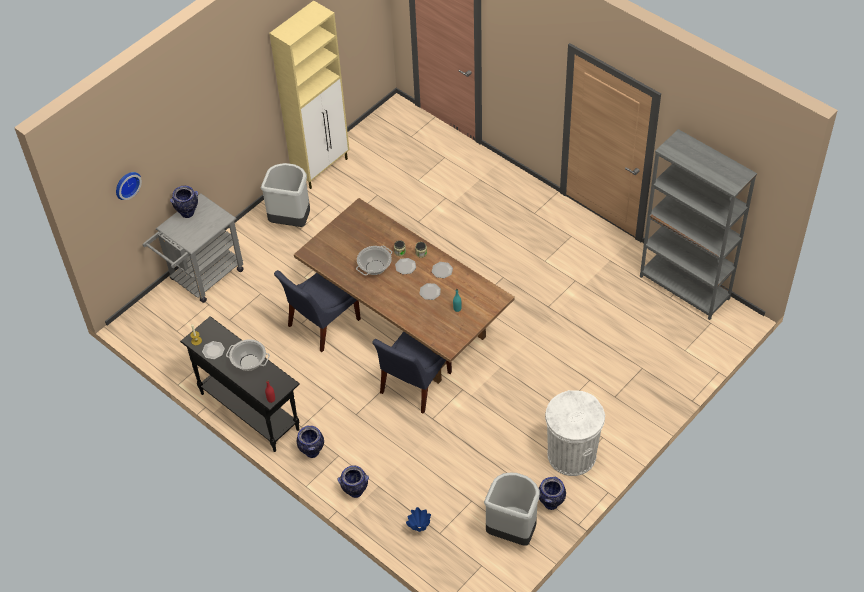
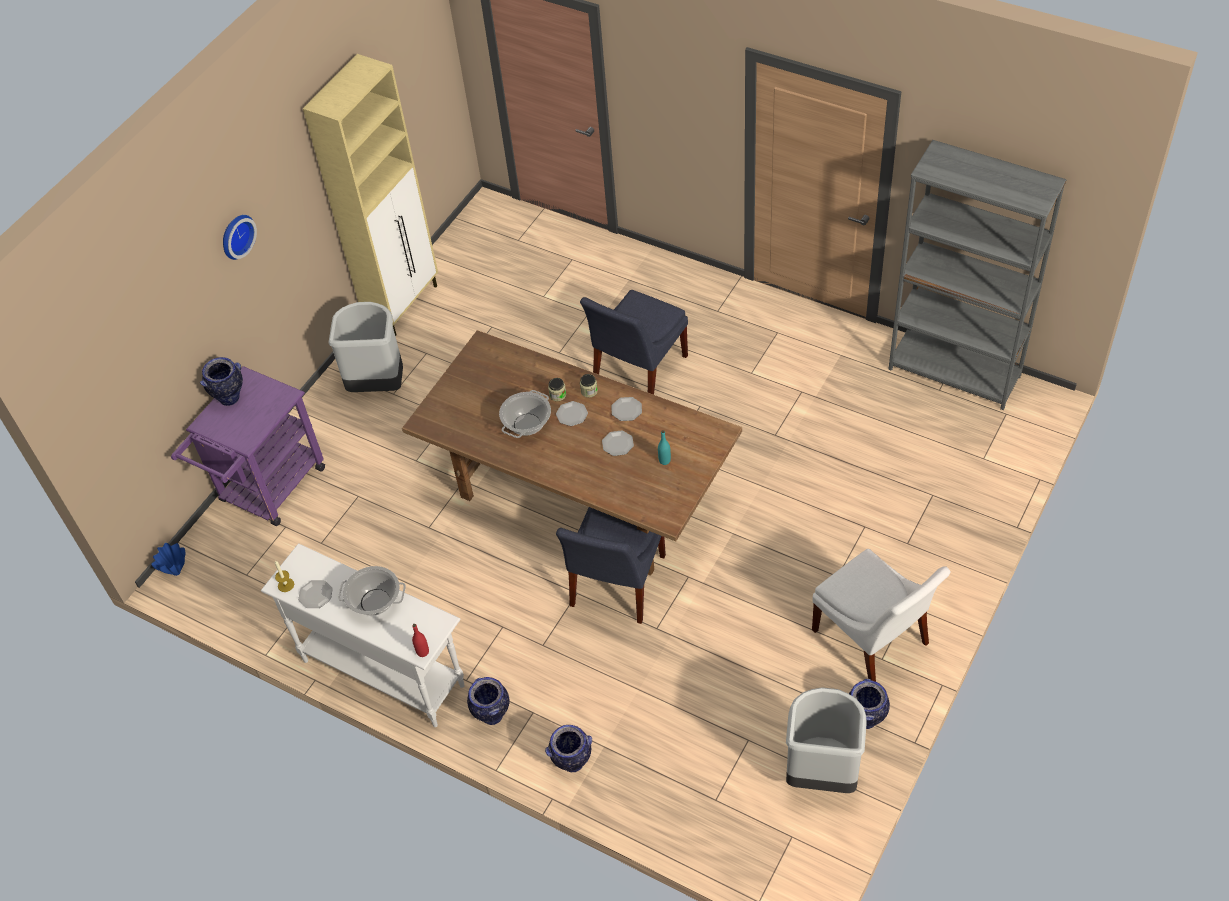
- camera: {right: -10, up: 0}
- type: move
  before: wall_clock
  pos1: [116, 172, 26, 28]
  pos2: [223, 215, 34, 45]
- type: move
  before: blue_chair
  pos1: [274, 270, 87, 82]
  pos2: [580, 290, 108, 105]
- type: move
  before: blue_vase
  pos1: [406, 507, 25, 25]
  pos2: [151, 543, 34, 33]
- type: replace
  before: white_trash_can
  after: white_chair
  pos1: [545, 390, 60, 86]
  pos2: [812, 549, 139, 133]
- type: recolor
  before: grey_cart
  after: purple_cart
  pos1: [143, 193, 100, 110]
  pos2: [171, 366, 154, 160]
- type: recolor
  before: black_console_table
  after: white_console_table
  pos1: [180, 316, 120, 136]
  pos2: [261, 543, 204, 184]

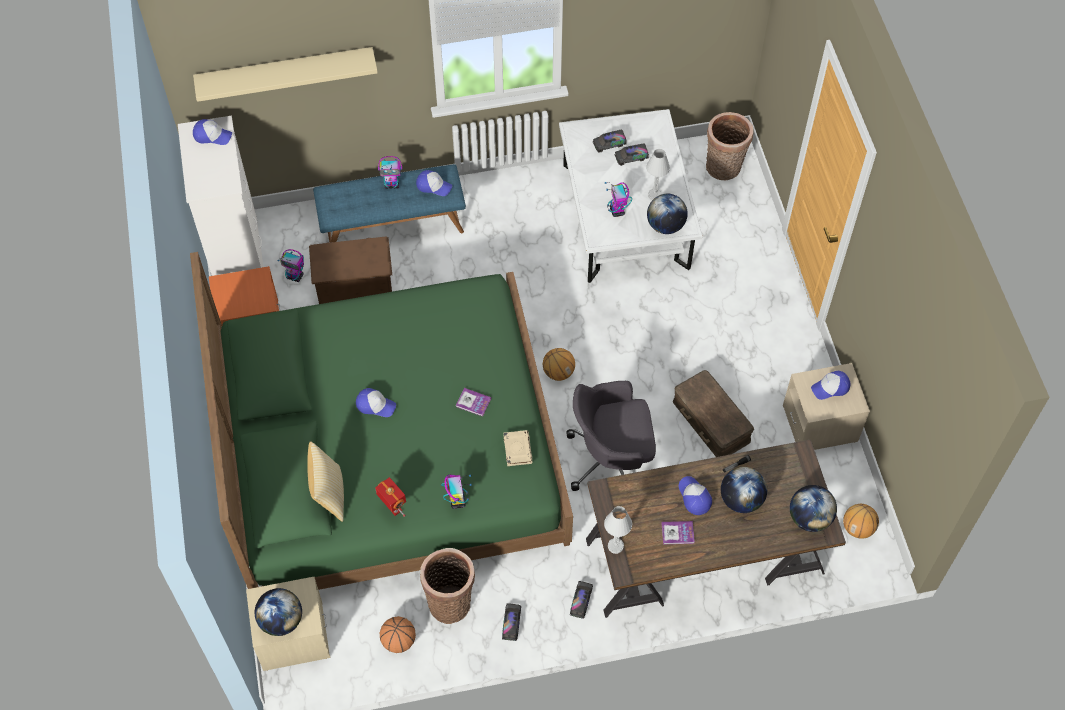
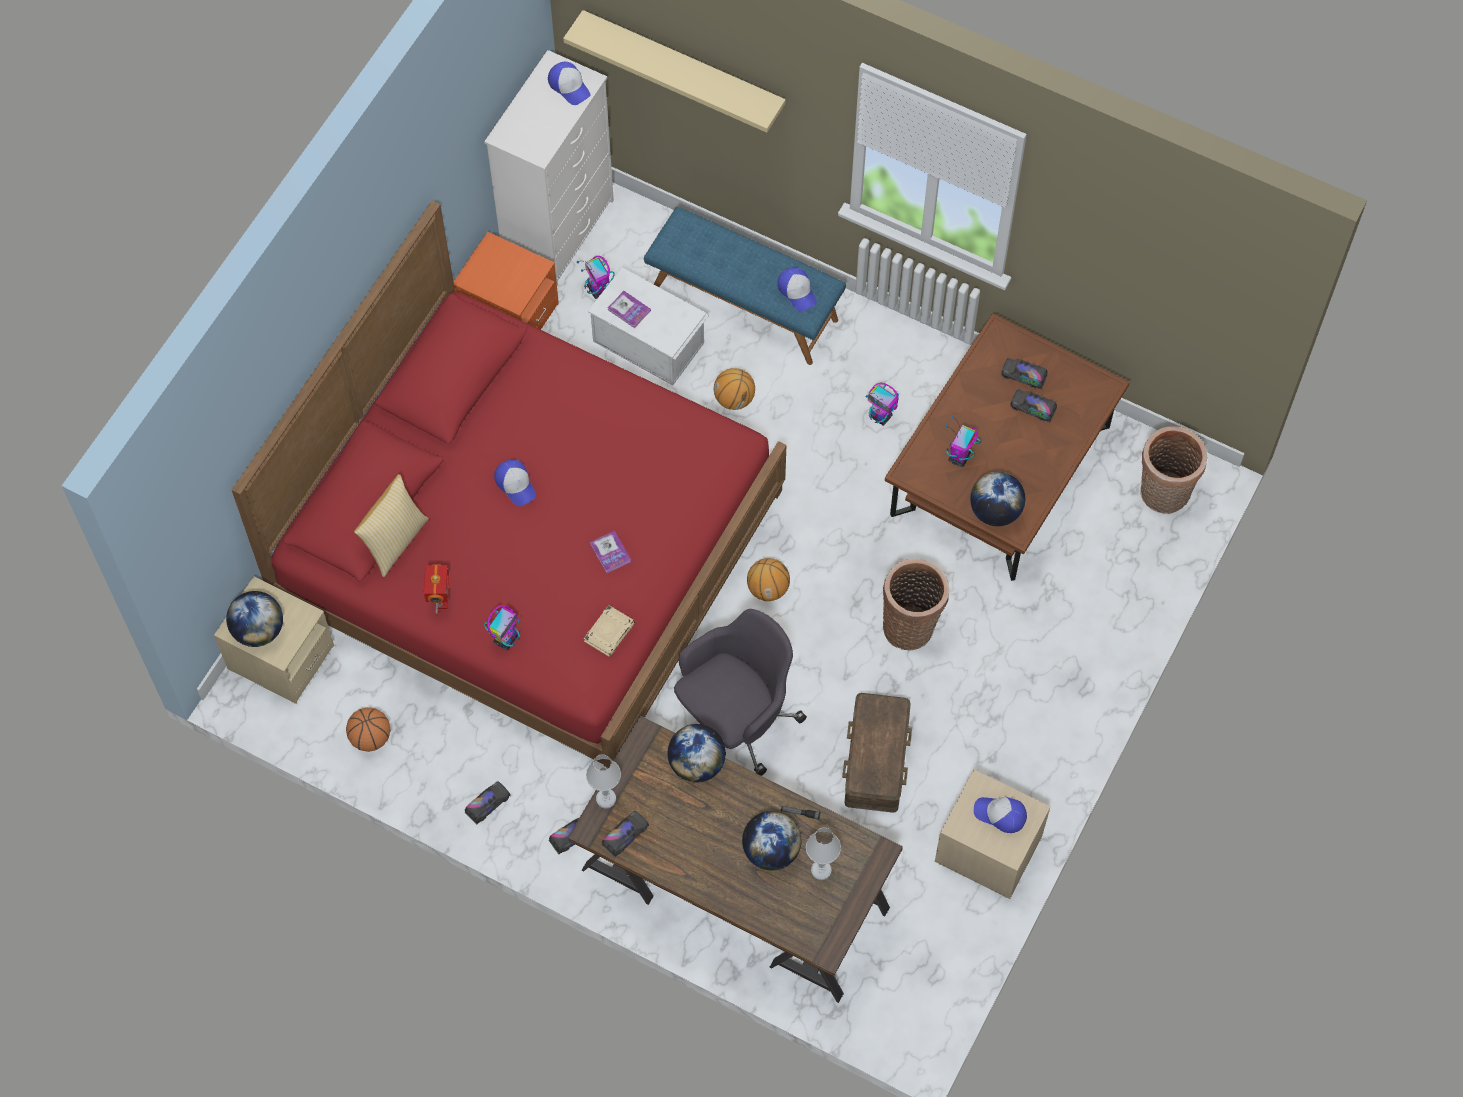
- camera: {right: 40, up: 5}
- type: delete
  before: cap
  pos1: [679, 476, 33, 39]
- type: insert
  after: toy_truck
  pos2: [602, 811, 47, 46]
- type: move
  before: toy_robot
  pos1: [378, 156, 25, 33]
  pos2: [866, 383, 33, 43]
- type: move
  before: basket
  pos1: [420, 548, 55, 76]
  pos2: [883, 559, 66, 91]
- type: move
  before: white_table_lamp
  pos1: [646, 149, 24, 51]
  pos2: [806, 828, 35, 52]
- type: move
  before: book
  pos1: [661, 521, 34, 23]
  pos2: [608, 291, 43, 37]
- type: move
  before: globe
  pos1: [790, 485, 47, 47]
  pos2: [668, 724, 58, 59]
- type: move
  before: basketball
  pos1: [843, 504, 36, 35]
  pos2: [714, 368, 41, 42]
- type: recolor
  before: green_bed
  after: red_bed
  pos1: [190, 252, 383, 338]
  pos2: [232, 201, 555, 568]
- type: recolor
  before: brown_storage_box
  after: white_storage_box
  pos1: [309, 236, 83, 68]
  pos2: [587, 268, 122, 117]
- type: recolor
  before: white_coffee_table
  after: brown_coffee_table
  pos1: [559, 109, 143, 174]
  pos2: [885, 313, 245, 268]
- type: rotate
  before: grey_office_chair
  pos1: [566, 381, 90, 110]
  pos2: [674, 609, 133, 167]
  turn: 105

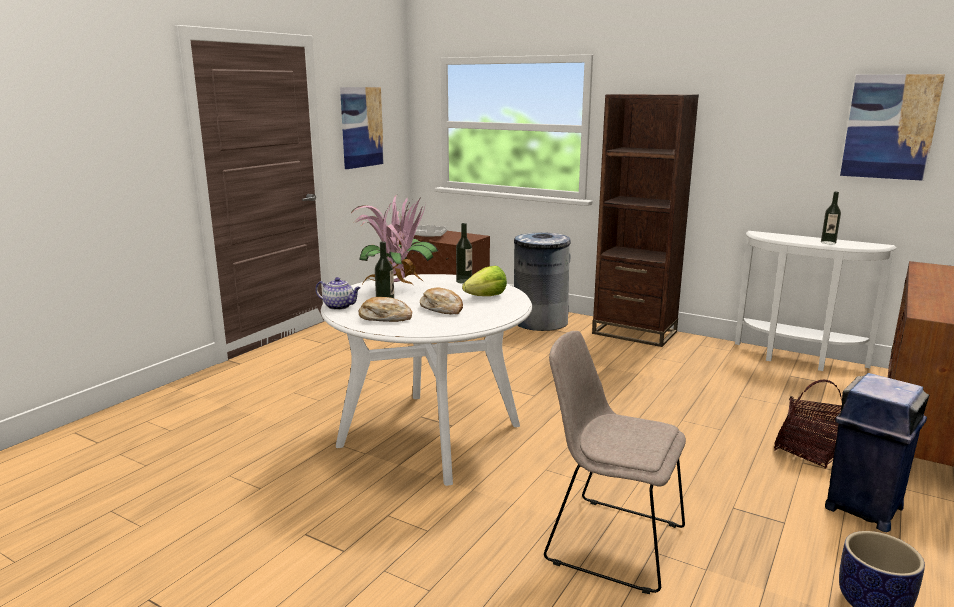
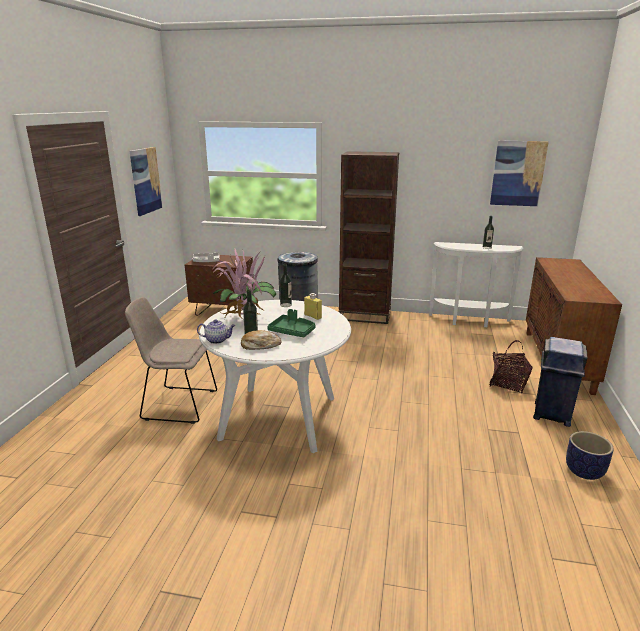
- camera: {right: -20, up: 5}
- type: move
  before: beige_chair
  pos1: [544, 331, 142, 263]
  pos2: [125, 297, 92, 127]
- type: replace
  before: bread
  after: green_tray
  pos1: [420, 288, 43, 26]
  pos2: [267, 309, 48, 28]
- type: replace
  before: lettuce
  after: yellow_bottle
  pos1: [462, 266, 45, 30]
  pos2: [304, 293, 18, 27]

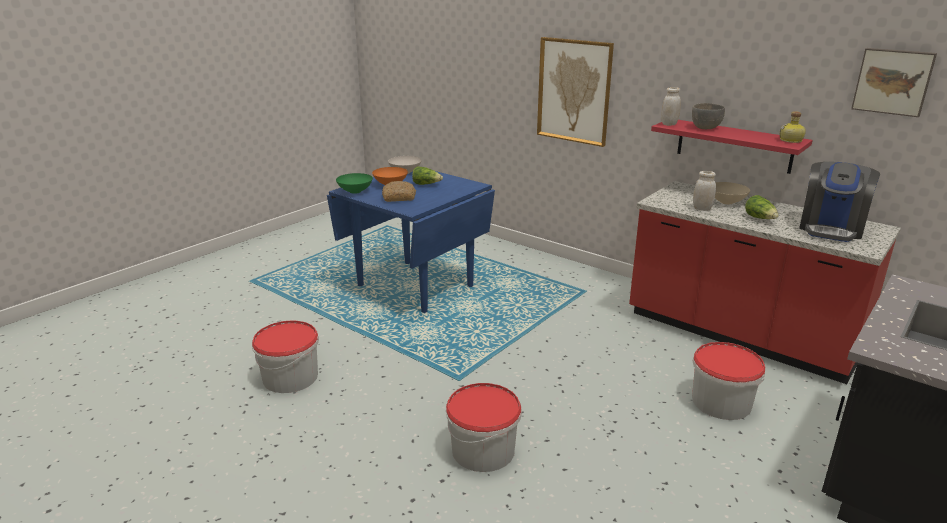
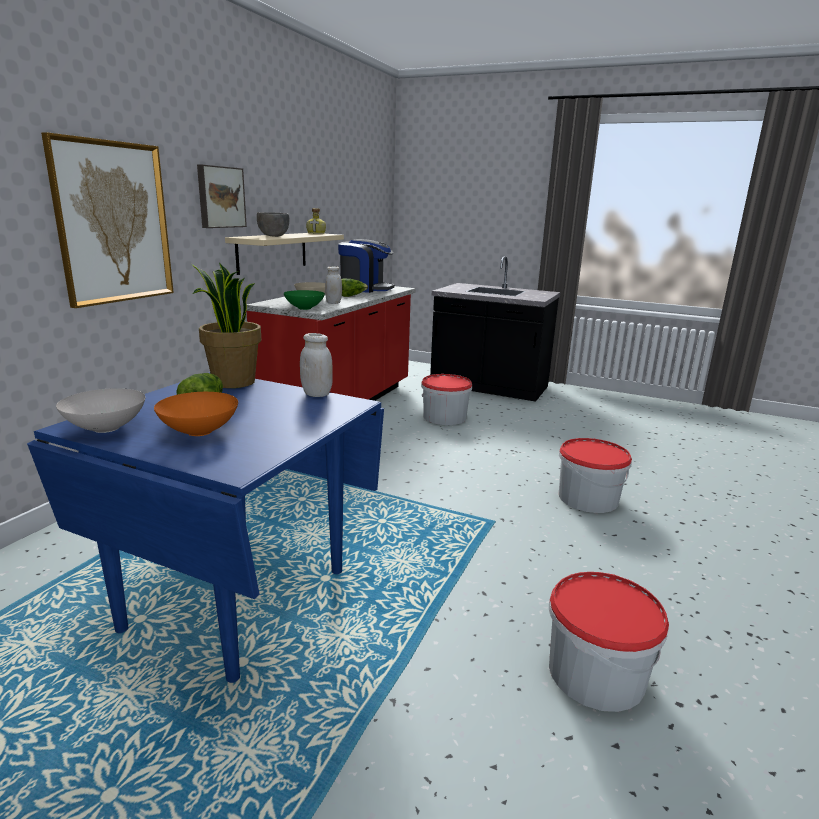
- camera: {right: -105, up: -5}
- type: delete
  before: bread
  pos1: [382, 181, 34, 21]
- type: insert
  after: potted_plant
  pos2: [192, 262, 69, 126]
- type: move
  before: green_bowl
  pos1: [336, 173, 37, 21]
  pos2: [284, 290, 41, 20]
- type: move
  before: white_jar
  pos1: [661, 87, 20, 39]
  pos2: [300, 333, 33, 64]
- type: move
  before: picture
  pos1: [851, 48, 86, 69]
  pos2: [197, 164, 50, 64]
- type: recolor
  before: red_shelf
  after: beige_shelf
  pos1: [651, 120, 162, 54]
  pos2: [225, 233, 119, 42]

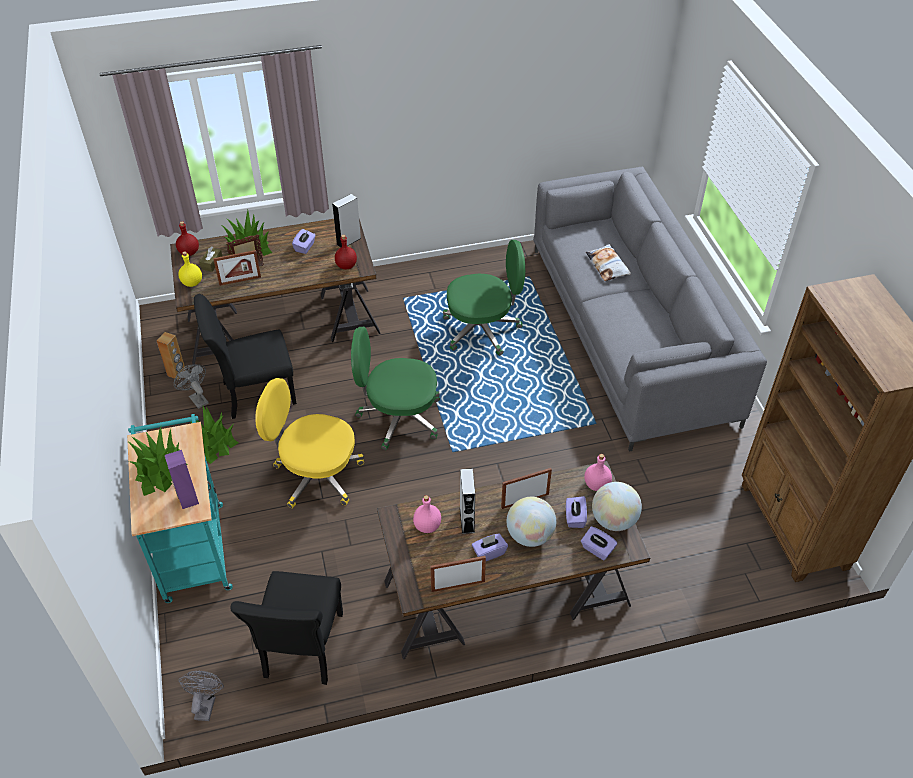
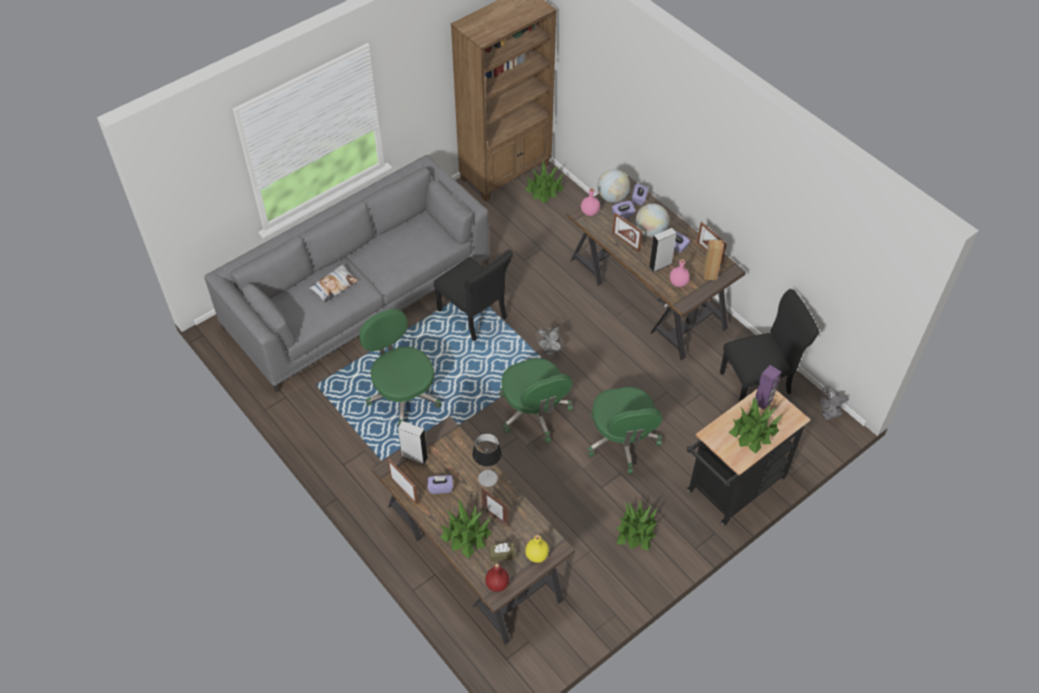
- camera: {right: -115, up: 5}
- type: delete
  before: red_bottle
  pos1: [335, 235, 22, 34]
- type: insert
  after: table_lamp
  pos2: [472, 433, 30, 54]
- type: insert
  after: potted_plant
  pos2: [525, 161, 39, 42]
- type: move
  before: brown_speaker
  pos1: [156, 332, 30, 48]
  pos2: [703, 240, 20, 40]
- type: move
  before: grey_fan
  pos1: [174, 364, 35, 45]
  pos2: [536, 327, 27, 30]
- type: move
  before: black_chair
  pos1: [194, 294, 103, 125]
  pos2: [434, 250, 79, 91]
- type: move
  before: picture_frame
  pos1: [213, 250, 48, 36]
  pos2: [387, 459, 31, 45]
- type: recolor
  before: turquoise_cart
  after: black_cart
  pos1: [127, 414, 106, 189]
  pos2: [687, 388, 124, 137]
- type: recolor
  before: yellow_office_chair
  after: green_office_chair
  pos1: [255, 378, 109, 130]
  pos2: [587, 387, 75, 87]

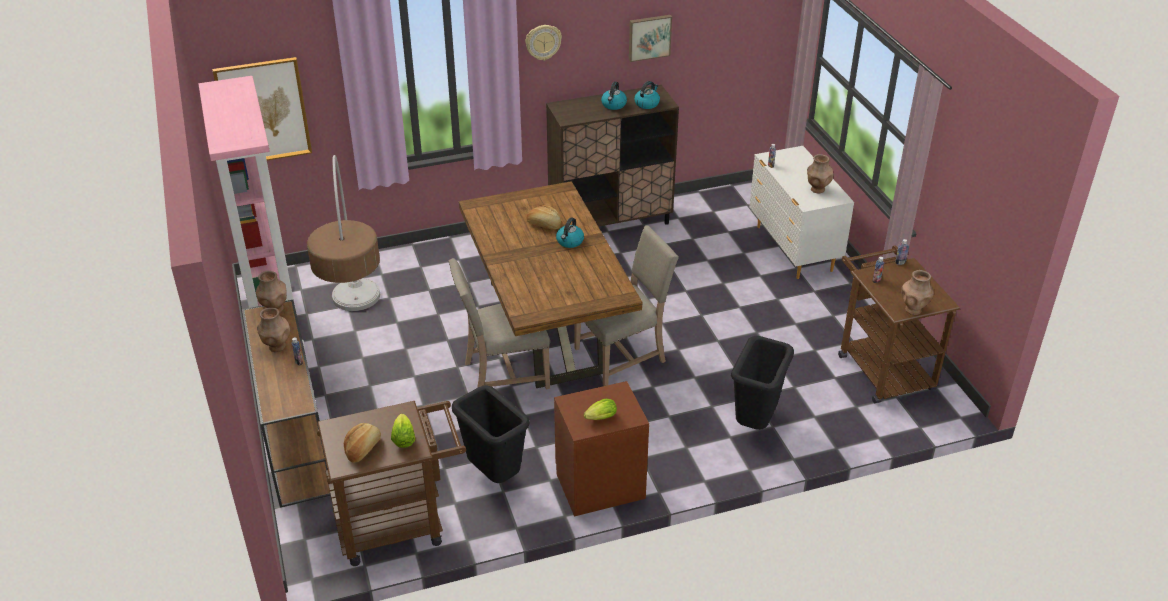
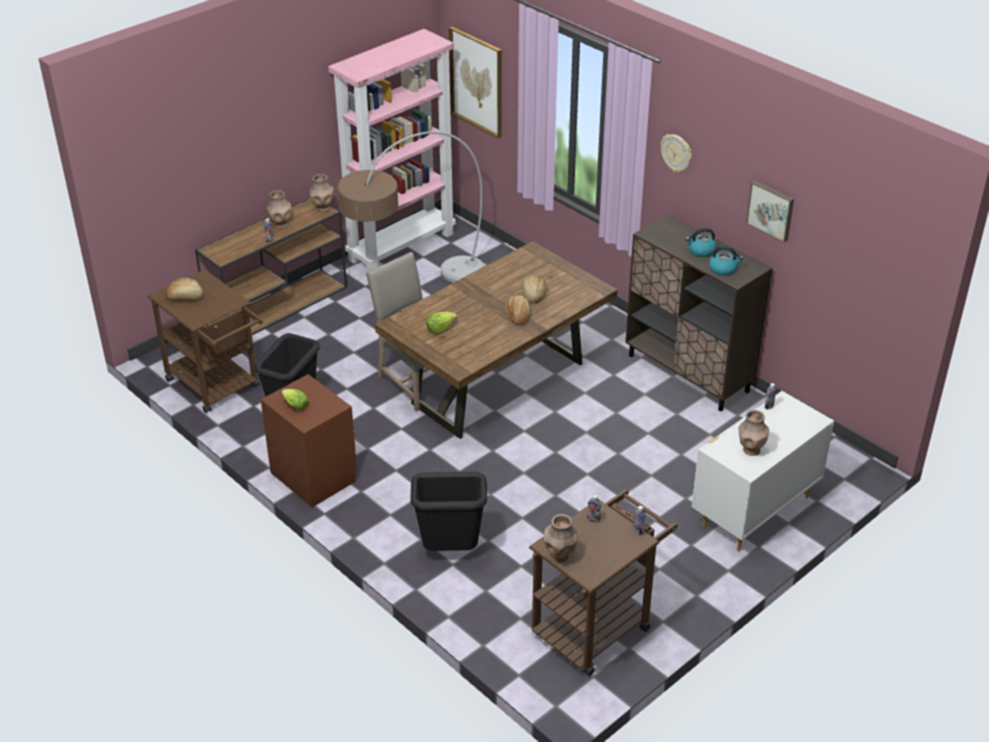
- camera: {right: 65, up: 0}
- type: delete
  before: beige_chair
  pos1: [574, 225, 105, 161]
- type: move
  before: lettuce
  pos1: [391, 414, 24, 34]
  pos2: [426, 312, 31, 22]
- type: replace
  before: kettle
  after: bread
  pos1: [556, 217, 28, 31]
  pos2: [505, 296, 25, 30]

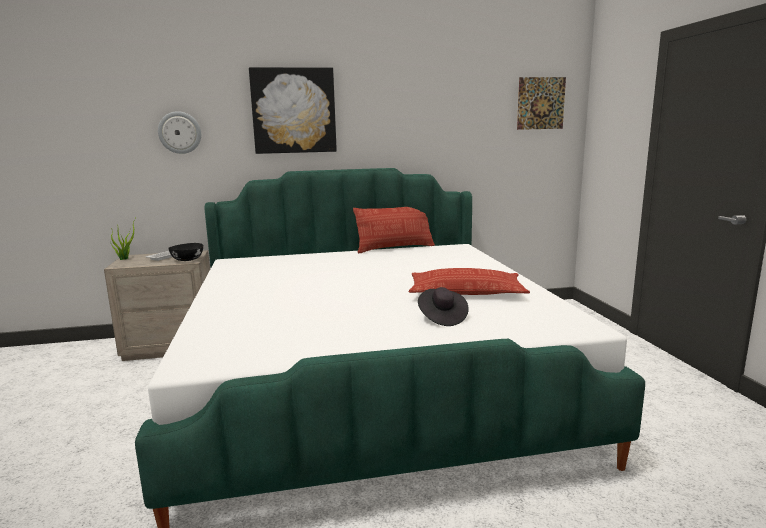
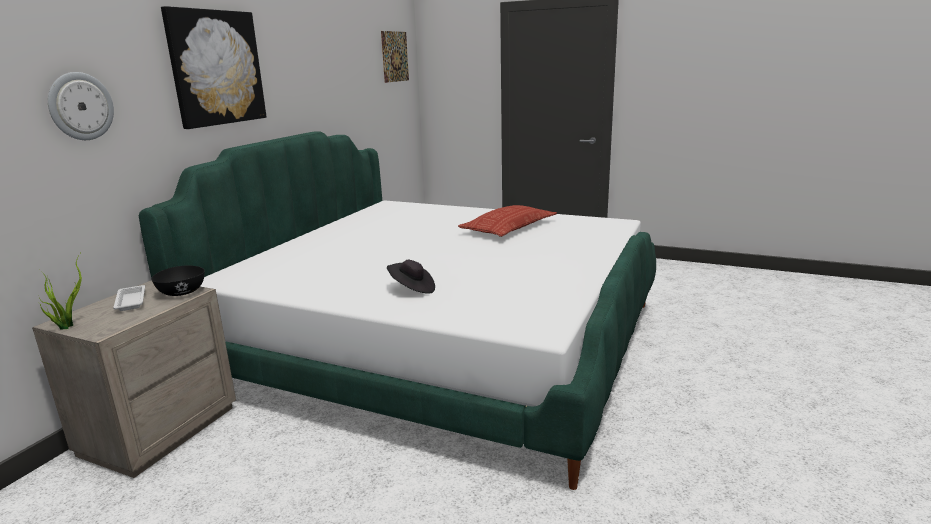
- camera: {right: -55, up: 5}
- type: delete
  before: pillow
  pos1: [353, 207, 82, 46]
- type: move
  before: black_hat
  pos1: [418, 287, 51, 39]
  pos2: [387, 260, 48, 34]

